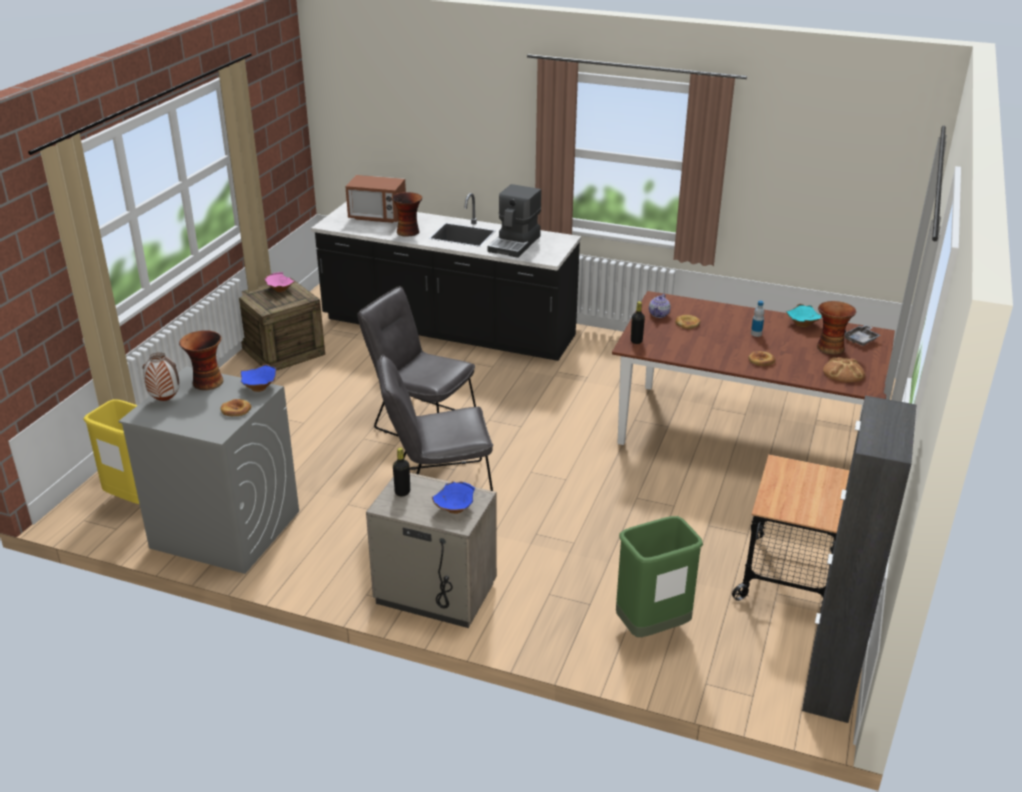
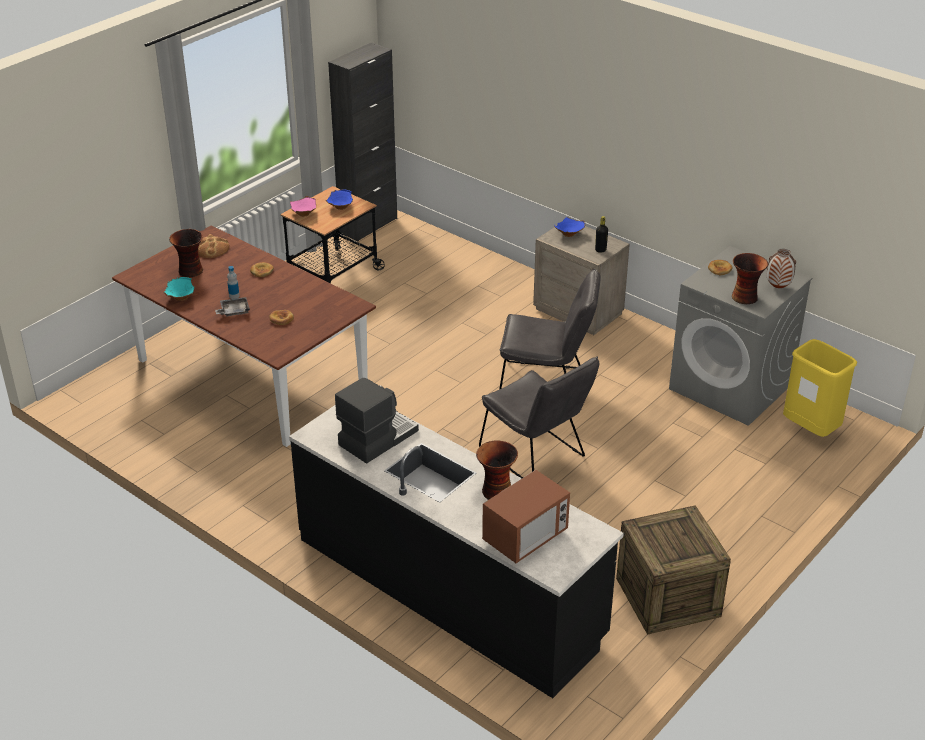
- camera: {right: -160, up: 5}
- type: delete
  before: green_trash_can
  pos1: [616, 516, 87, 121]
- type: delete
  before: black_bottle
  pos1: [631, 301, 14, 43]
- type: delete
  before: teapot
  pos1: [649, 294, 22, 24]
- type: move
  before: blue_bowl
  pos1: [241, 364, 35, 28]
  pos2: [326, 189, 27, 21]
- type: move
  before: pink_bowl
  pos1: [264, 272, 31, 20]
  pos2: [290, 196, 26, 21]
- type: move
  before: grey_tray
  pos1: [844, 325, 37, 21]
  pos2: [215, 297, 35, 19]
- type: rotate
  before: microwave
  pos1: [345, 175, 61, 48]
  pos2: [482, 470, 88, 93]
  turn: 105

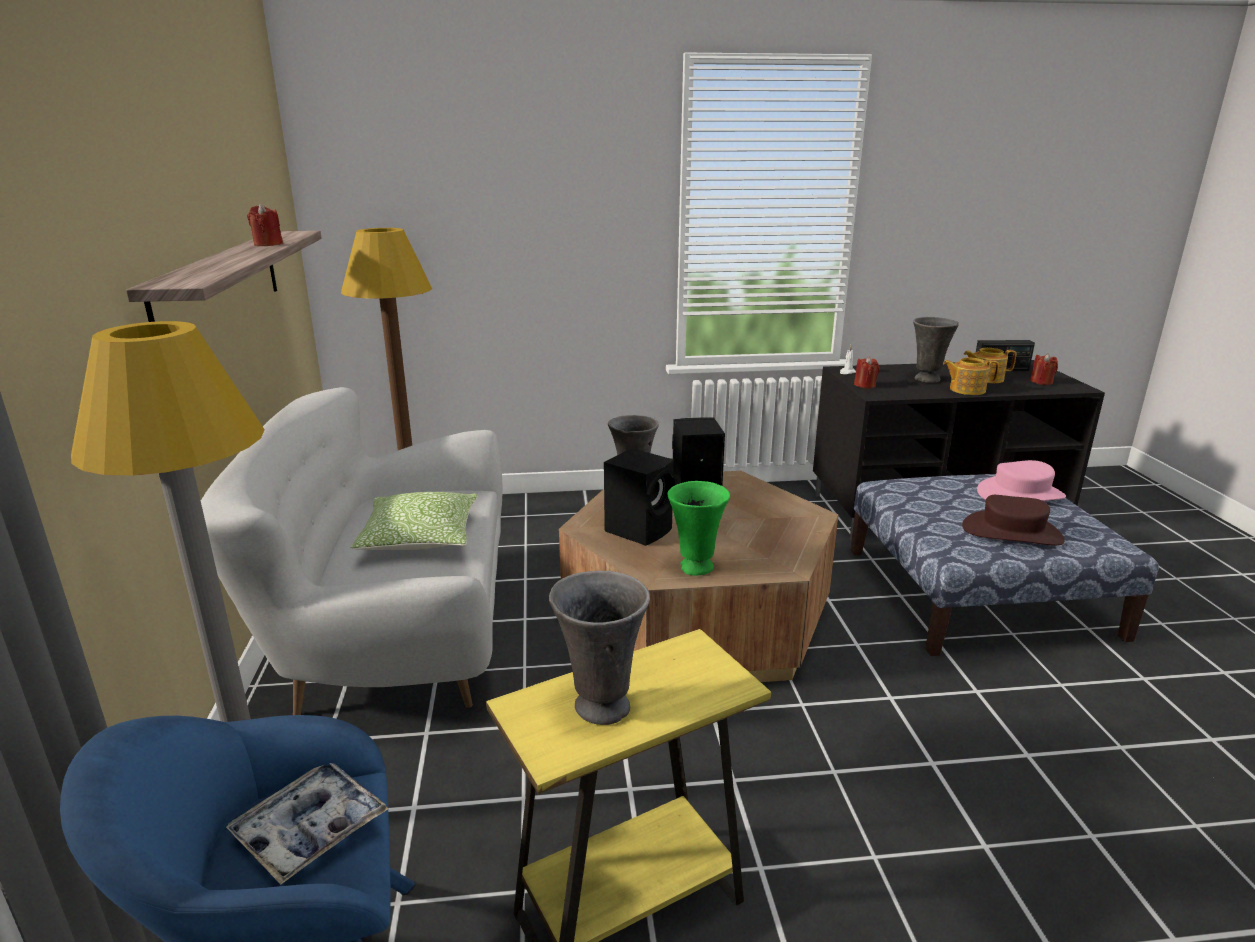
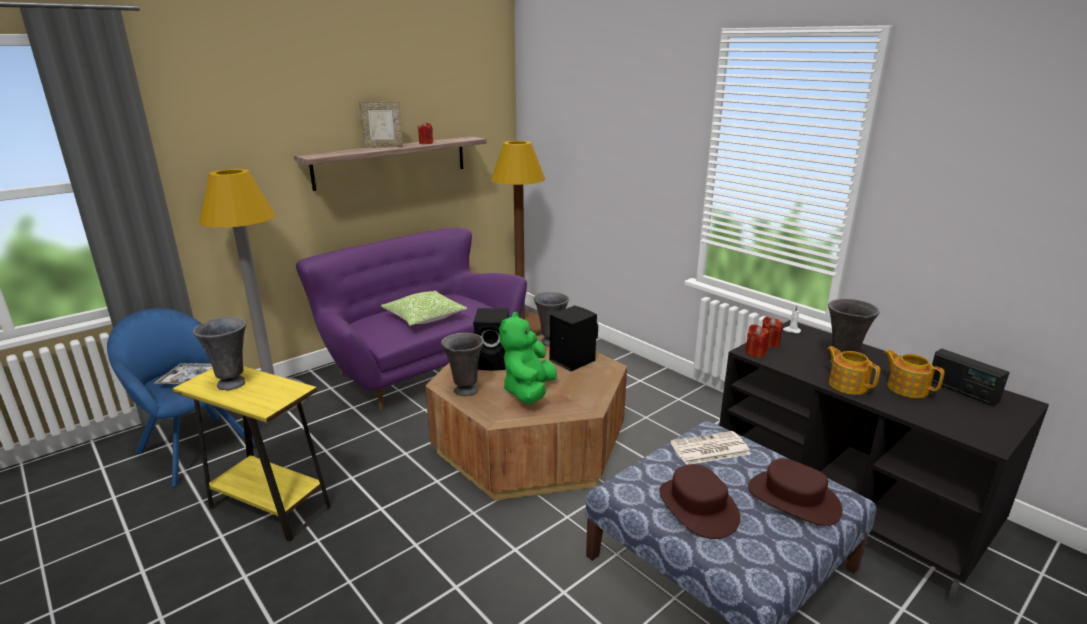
- camera: {right: 55, up: 0}
- type: insert
  after: picture_frame
  pos2: [359, 101, 44, 47]
- type: insert
  after: green_plush_toy
  pos2: [499, 312, 58, 92]
- type: insert
  after: newspaper
  pos2: [670, 431, 81, 34]
- type: move
  before: red_candle
  pos1: [1030, 353, 28, 32]
  pos2: [745, 324, 25, 33]
- type: recolor
  before: white_sofa
  after: purple_sofa
  pos1: [201, 387, 302, 328]
  pos2: [296, 228, 231, 182]
- type: recolor
  before: green_vase
  after: grey_vase
  pos1: [667, 481, 63, 95]
  pos2: [441, 333, 43, 63]
- type: recolor
  before: pink_hat
  after: brown_hat
  pos1: [977, 460, 89, 41]
  pos2: [748, 458, 95, 68]

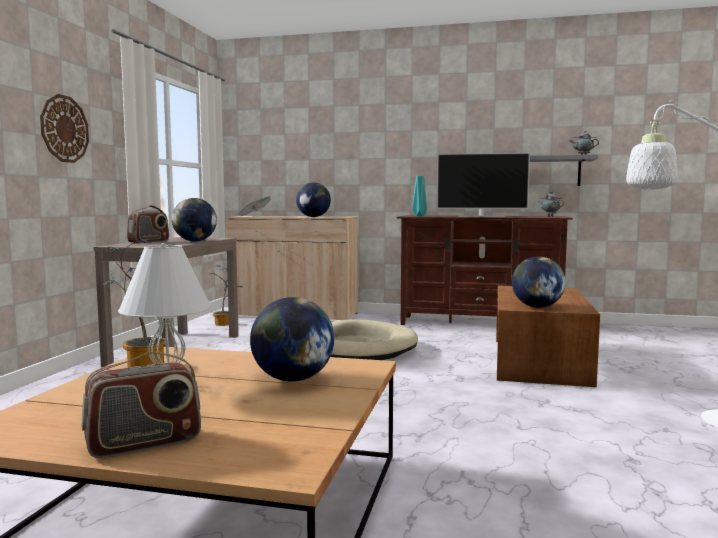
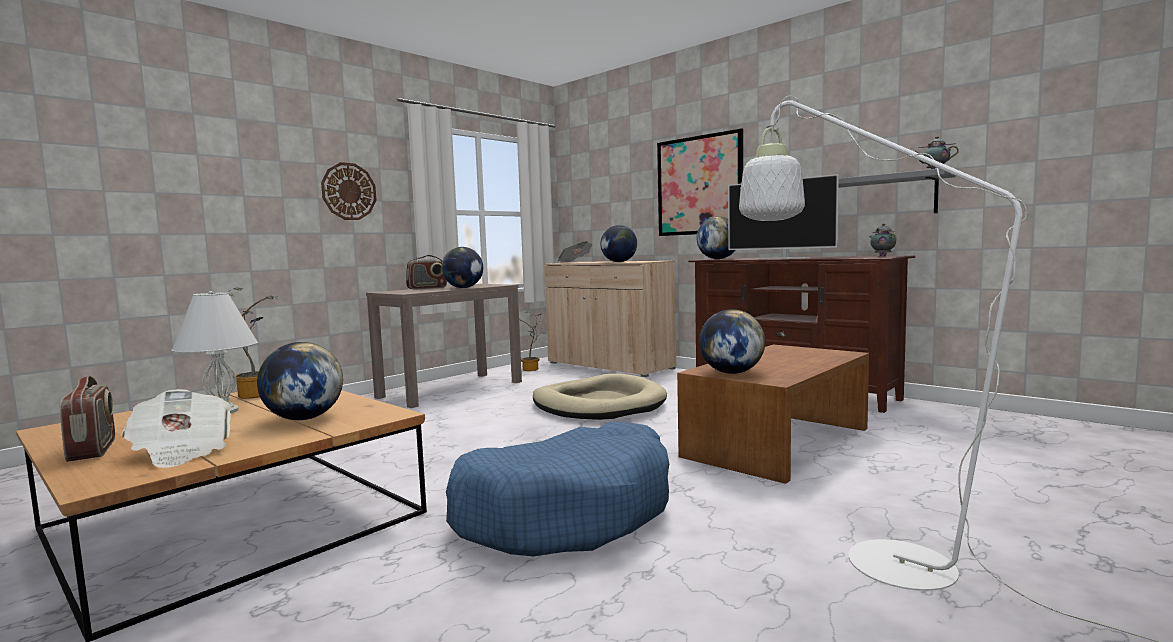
- camera: {right: 30, up: 0}
- type: insert
  after: newspaper
  pos2: [122, 389, 110, 79]
- type: insert
  after: blue_dog_bed
  pos2: [446, 422, 223, 134]
- type: insert
  after: picture
  pos2: [657, 128, 86, 108]
- type: replace
  before: turquoise_vase
  after: globe
  pos1: [412, 176, 15, 40]
  pos2: [697, 216, 38, 43]
- type: rotate
  before: radio
  pos1: [82, 352, 119, 106]
  pos2: [60, 376, 55, 86]
  turn: -120

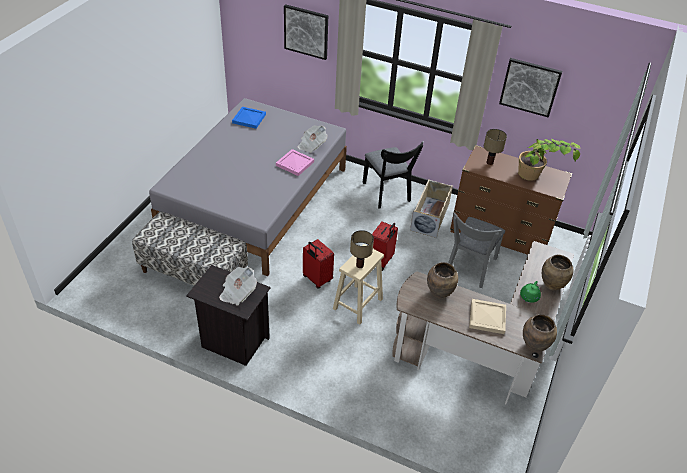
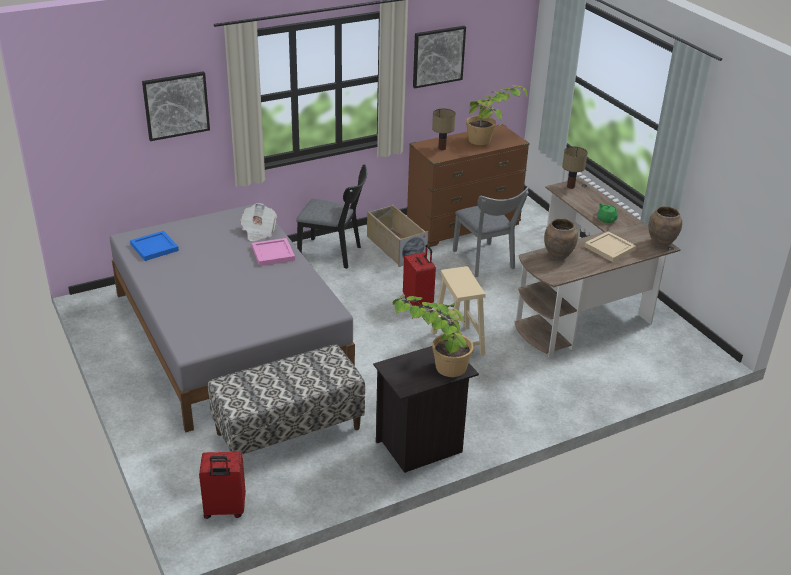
- camera: {right: -50, up: -10}
- type: delete
  before: brown_vase
  pos1: [542, 254, 32, 37]
- type: move
  before: red_suitcase
  pos1: [303, 239, 31, 50]
  pos2: [199, 452, 47, 67]
- type: move
  before: table_lamp
  pos1: [350, 230, 24, 38]
  pos2: [562, 147, 26, 42]
- type: replace
  before: newspaper
  after: potted_plant
  pos1: [219, 267, 38, 39]
  pos2: [393, 294, 80, 83]

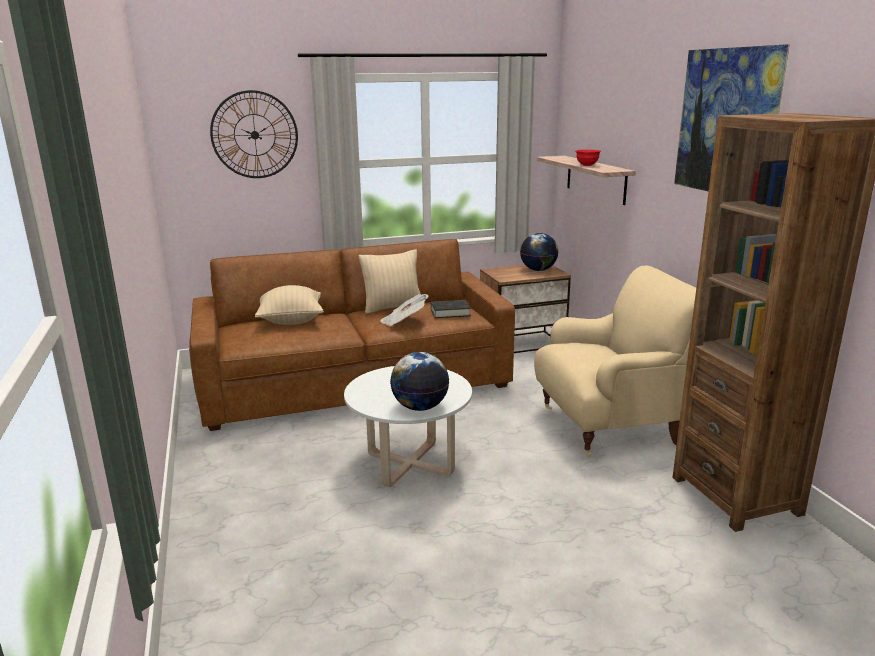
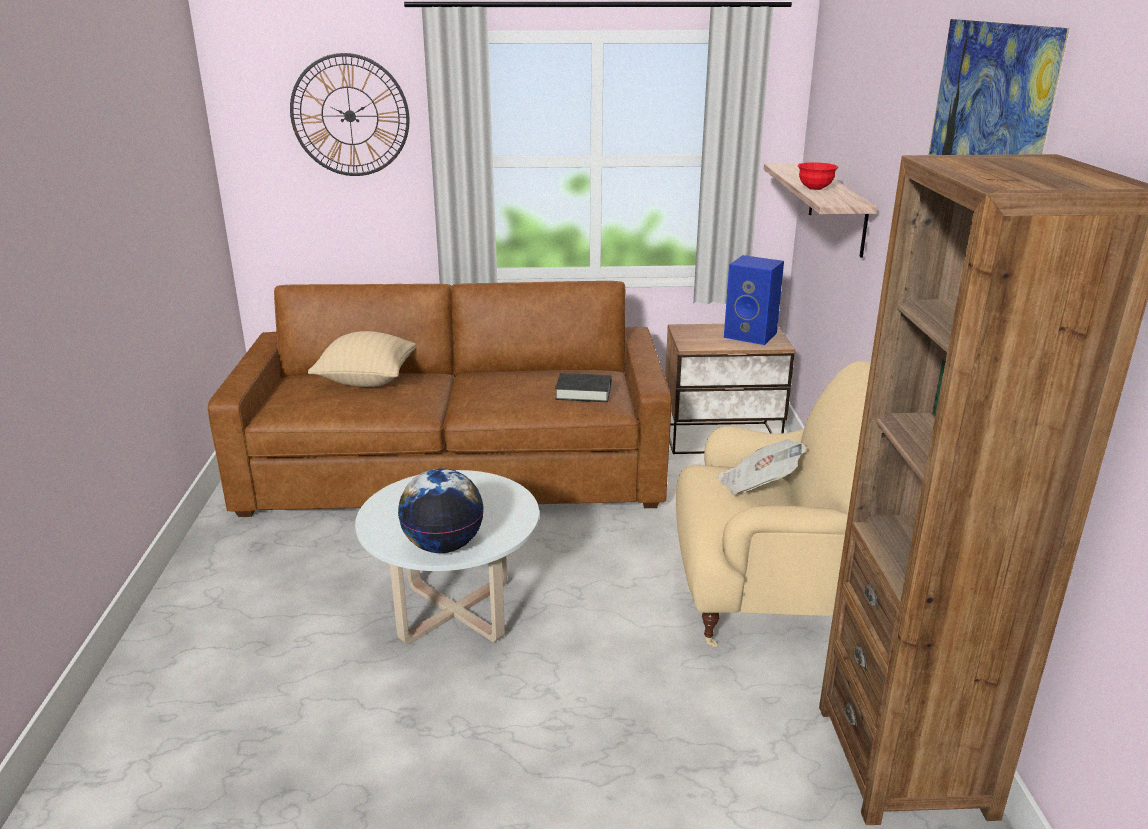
- camera: {right: 15, up: 5}
- type: delete
  before: beige_pillow
  pos1: [359, 249, 65, 65]
- type: move
  before: newspaper
  pos1: [380, 294, 49, 32]
  pos2: [717, 439, 89, 56]
- type: replace
  before: globe
  after: blue_speaker
  pos1: [520, 233, 39, 38]
  pos2: [724, 255, 60, 90]

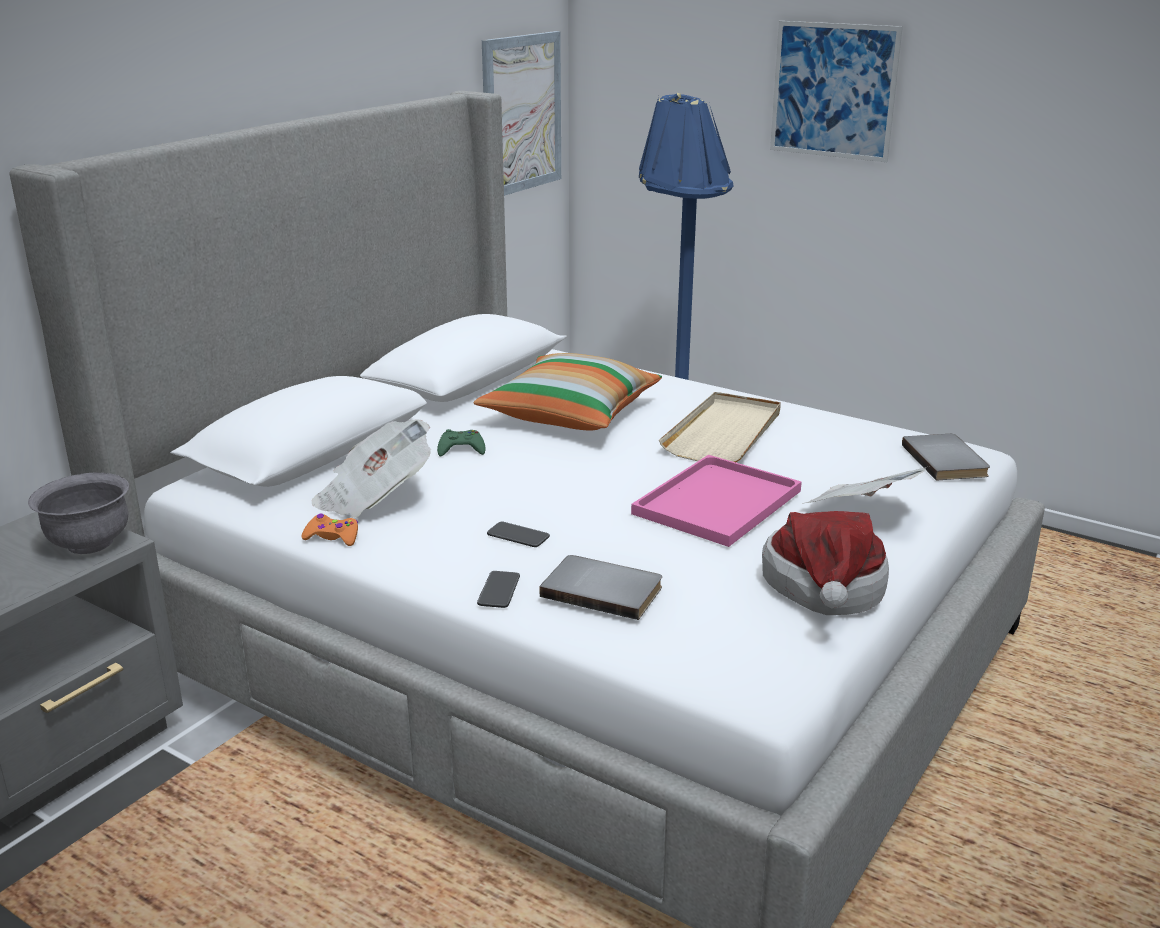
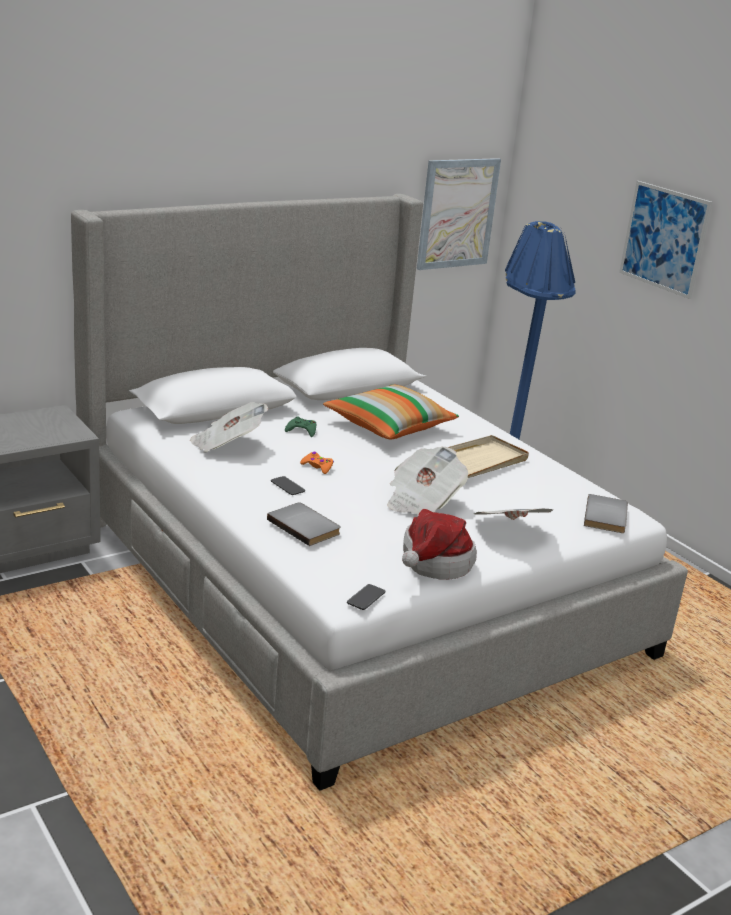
- camera: {right: 20, up: 0}
- type: delete
  before: grey_bowl
  pos1: [28, 472, 101, 82]
- type: move
  before: orange_game_controller
  pos1: [301, 514, 57, 32]
  pos2: [300, 452, 34, 22]
- type: move
  before: phone
  pos1: [477, 571, 43, 37]
  pos2: [347, 584, 38, 26]
- type: replace
  before: pink_tray
  after: newspaper
  pos1: [631, 455, 171, 92]
  pos2: [387, 447, 81, 68]

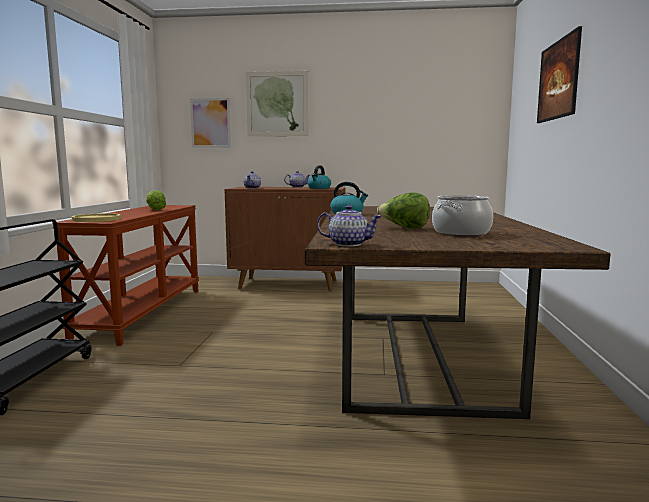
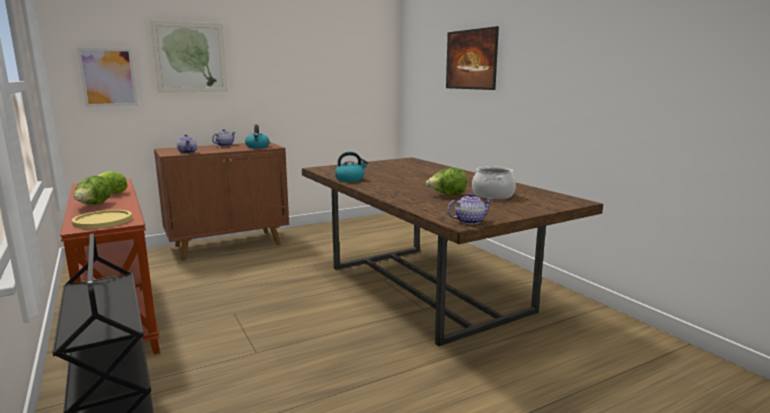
- camera: {right: -35, up: 5}
- type: insert
  after: lettuce
  pos2: [74, 176, 38, 29]

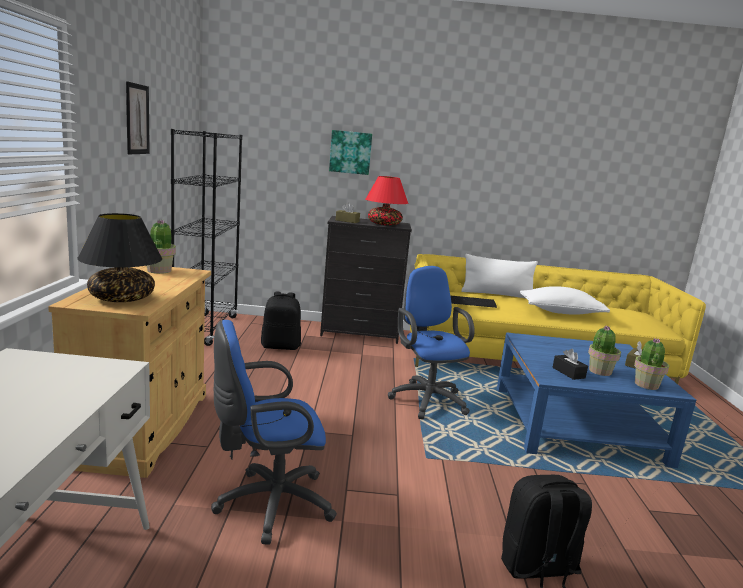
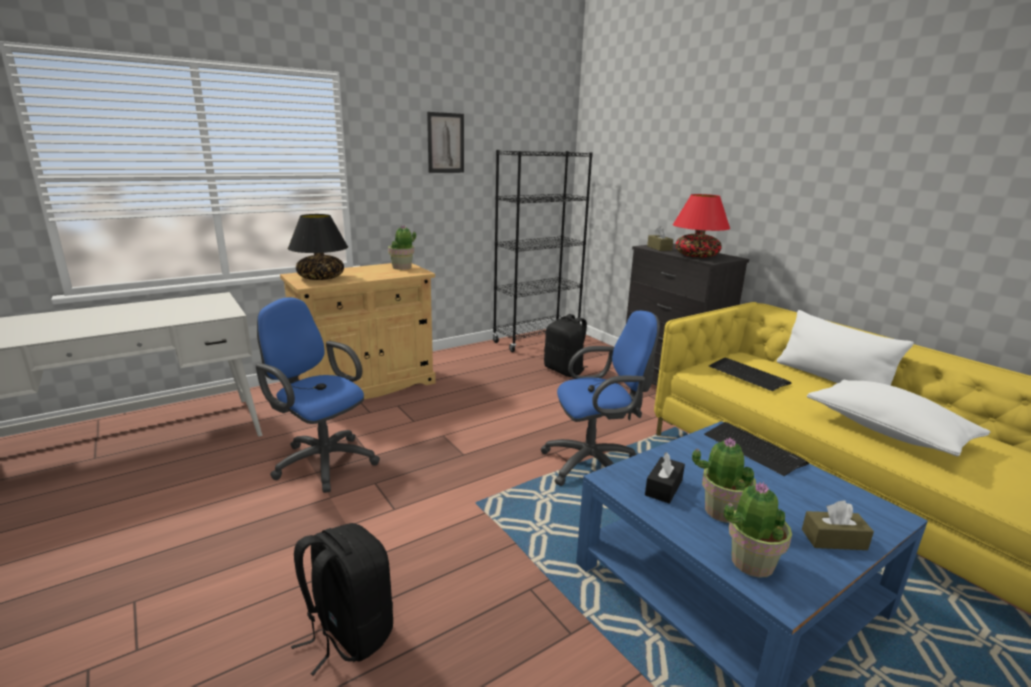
- camera: {right: 55, up: 5}
- type: delete
  before: picture
  pos1: [329, 130, 43, 45]
- type: insert
  after: keyboard
  pos2: [704, 422, 105, 54]
- type: rotate
  before: blue_office_chair
  pos1: [388, 266, 87, 154]
  pos2: [540, 311, 120, 175]
  turn: 45

